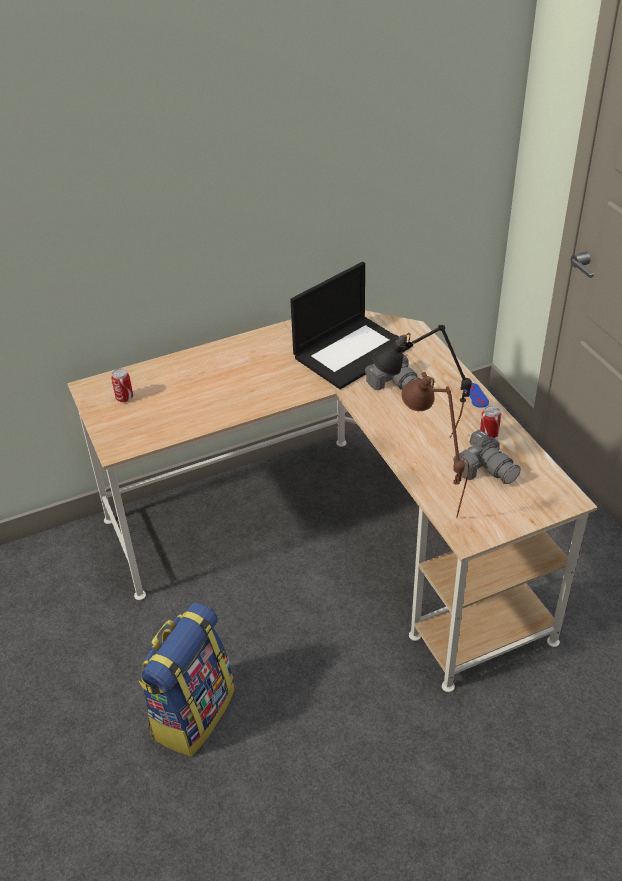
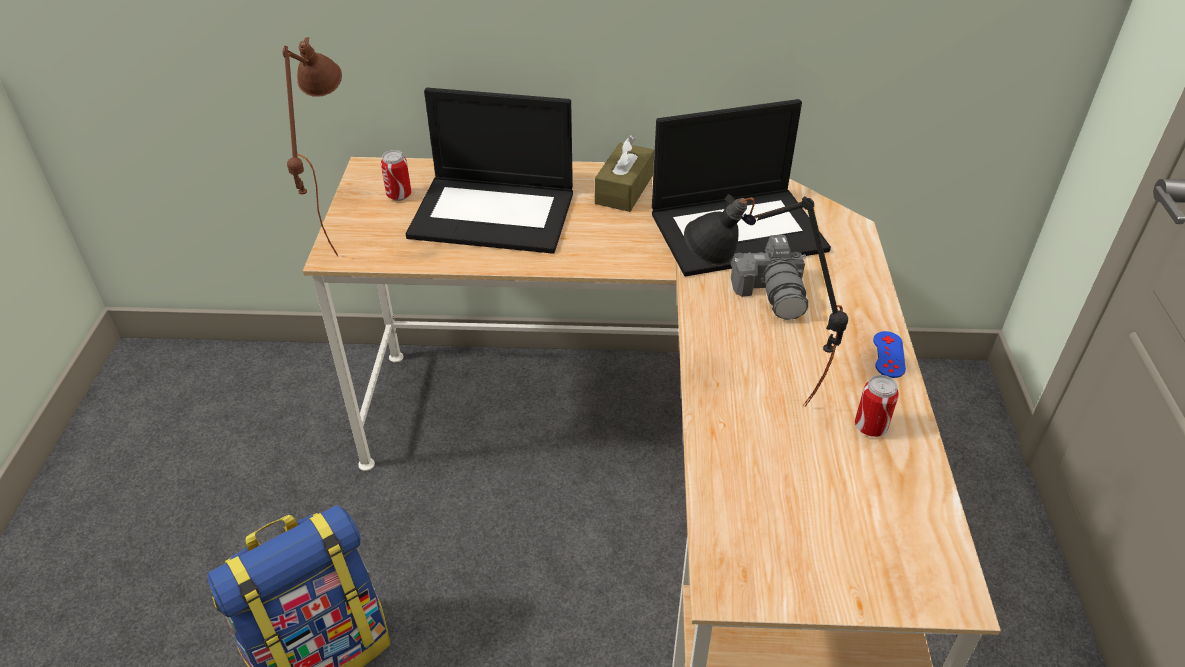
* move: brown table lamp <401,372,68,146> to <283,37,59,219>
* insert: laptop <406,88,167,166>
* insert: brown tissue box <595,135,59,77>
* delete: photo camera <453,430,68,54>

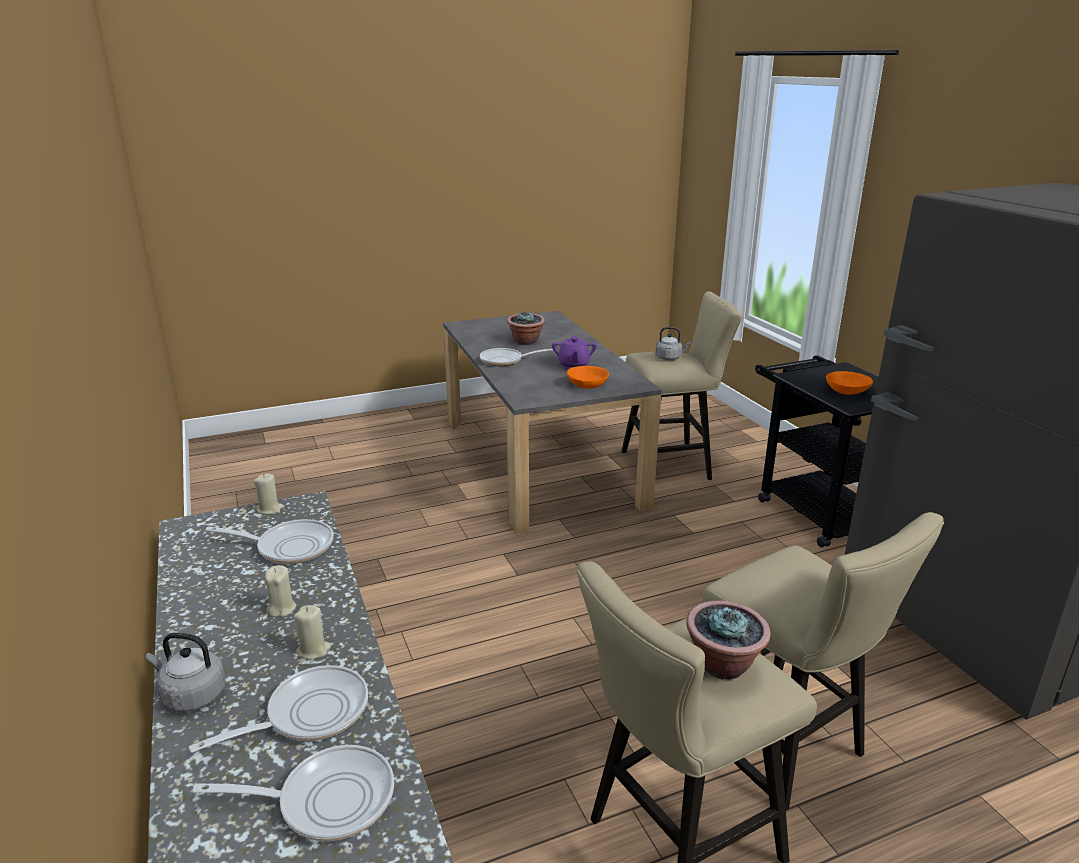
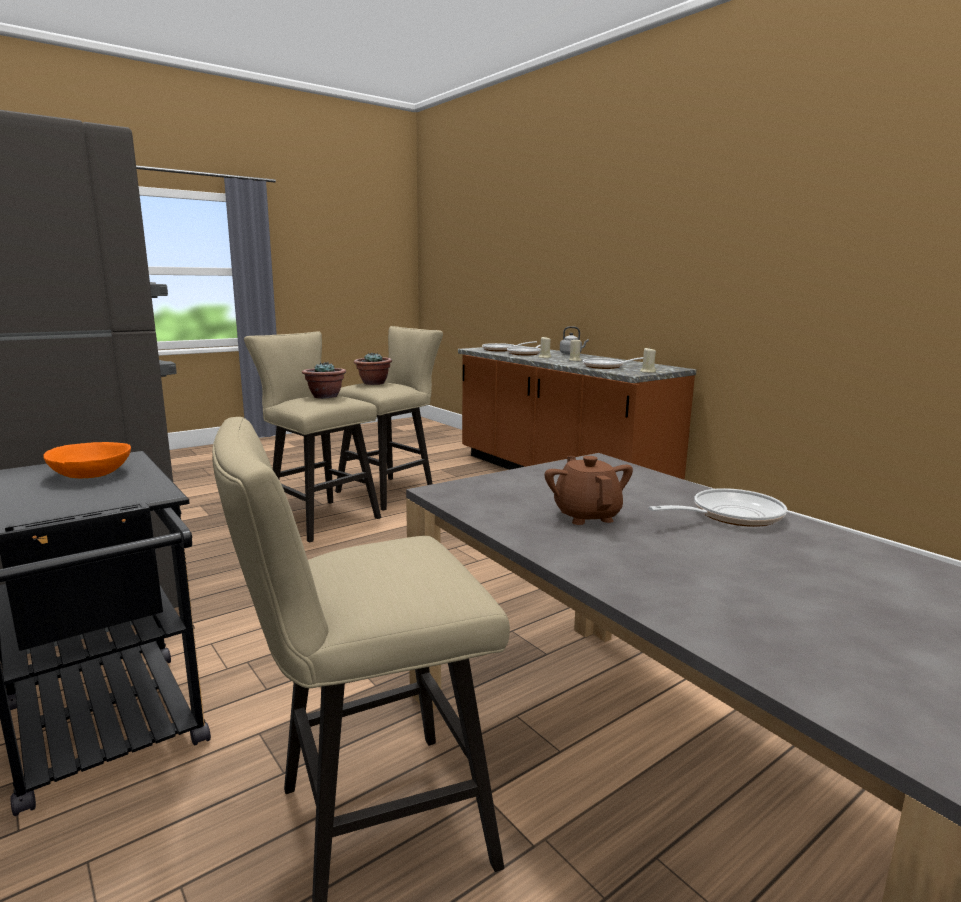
* move: potted plant <507,312,38,33> to <302,361,44,38>
* recolor: purple teapot <552,336,45,34> to brown teapot <545,456,88,69>
* delete: orange bowl <567,366,42,23>
* delete: grey kettle <655,327,36,33>

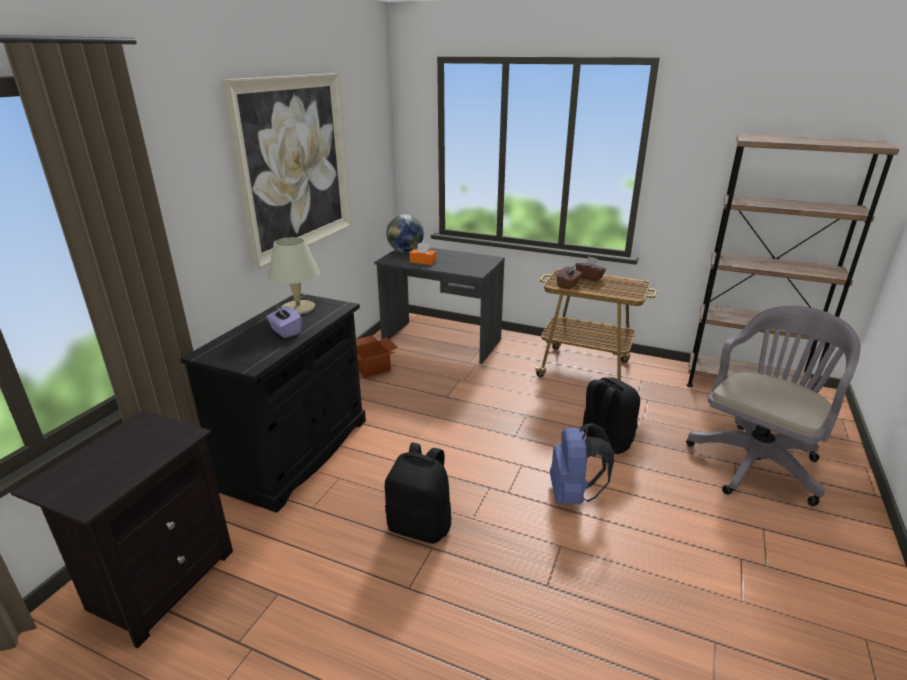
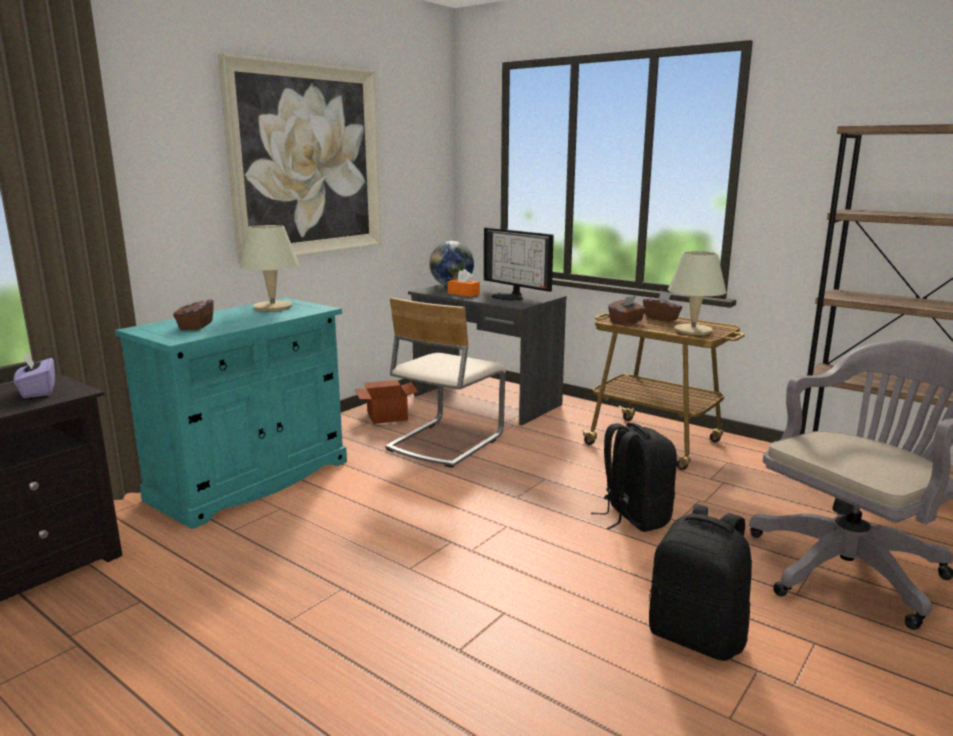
* move: purple tissue box <266,305,36,33> to <14,352,41,46>
* recolor: black cabinet <180,294,186,218> to turquoise cabinet <115,298,232,231>
* insert: brown tissue box <173,292,41,38>
* insert: beige chair <385,298,121,170>
* insert: monitor <484,228,70,72>
* move: black backpack <385,443,66,101> to <649,504,103,157>
* insert: beige table lamp <668,251,58,84>
* delete: blue backpack <550,423,65,81>

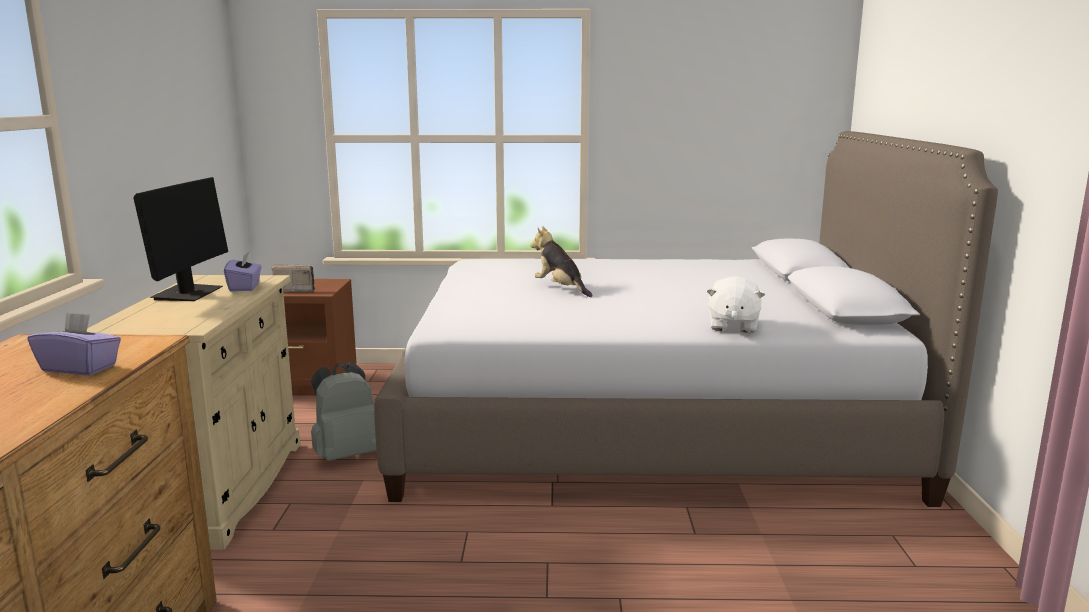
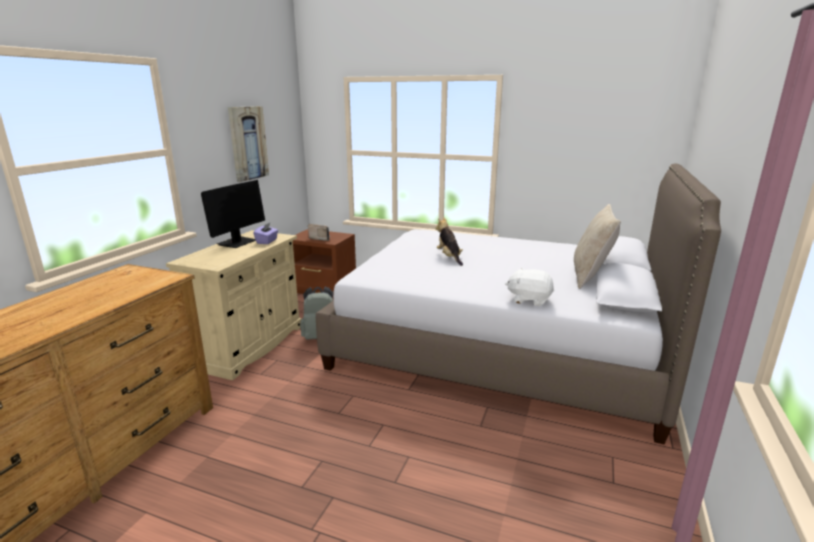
* insert: picture <228,106,41,76>
* rotate: white plush toy <707,276,58,57> = <505,268,49,38> 75 degrees clockwise
* insert: beige pillow <574,204,47,85>
* delete: purple tissue box <28,312,93,63>

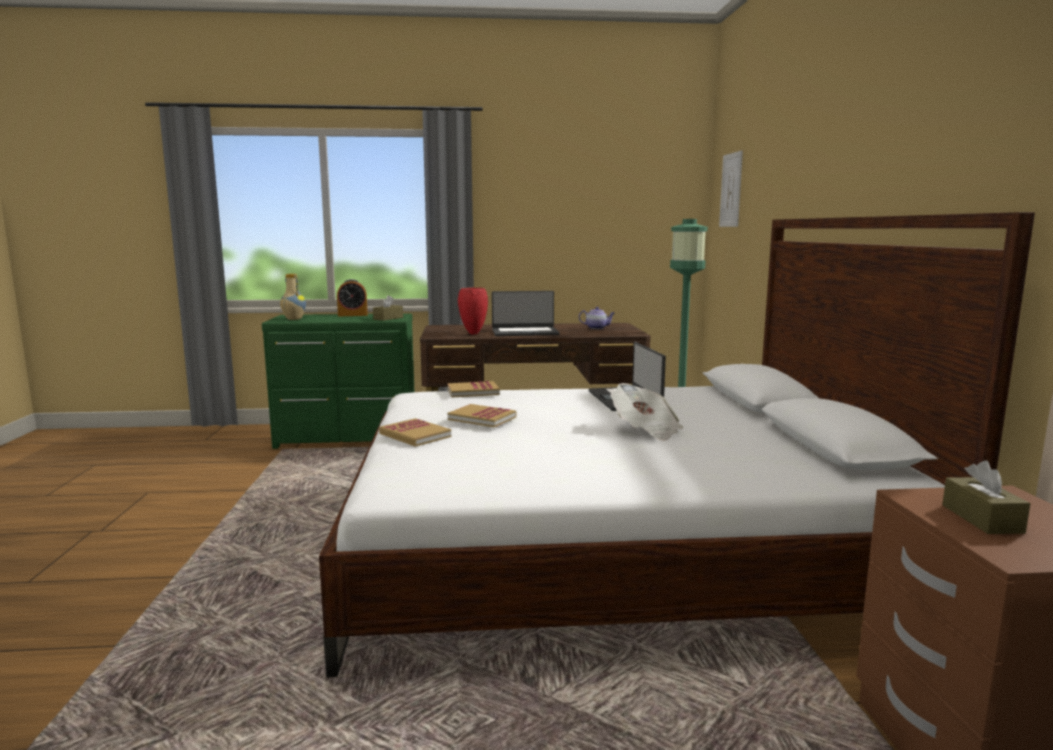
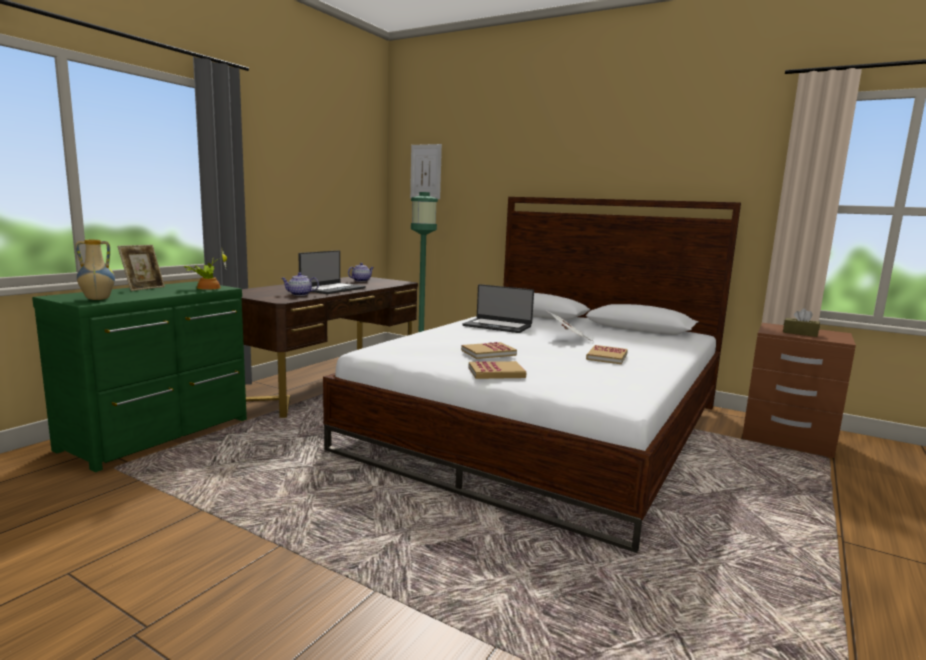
* replace: alarm clock <337,279,31,37> to picture frame <117,245,48,46>
* replace: brown tissue box <373,295,30,26> to potted plant <184,247,43,43>
* replace: red vase <458,287,30,47> to teapot <281,273,38,23>
* move: book <448,381,52,16> to <586,345,42,19>

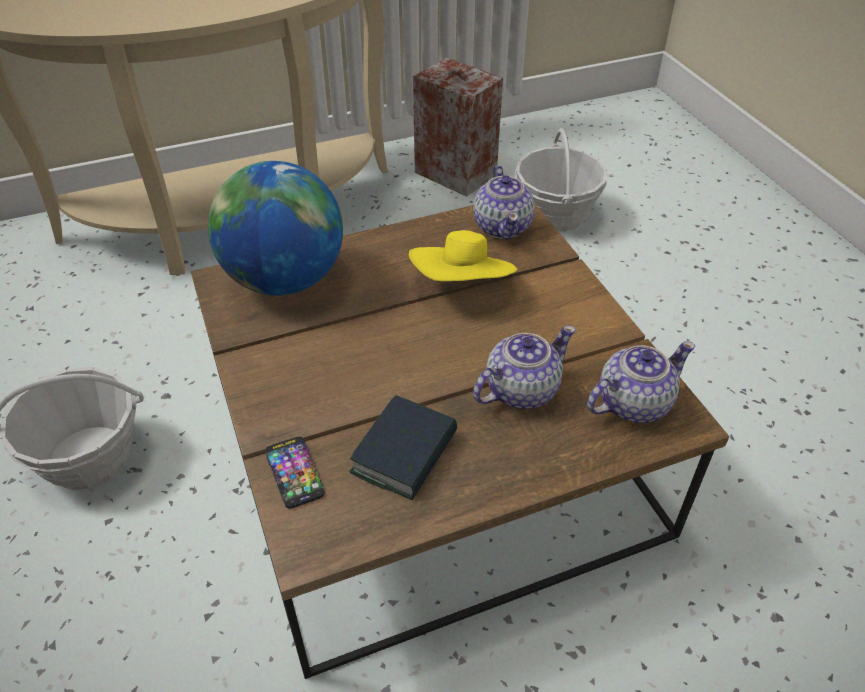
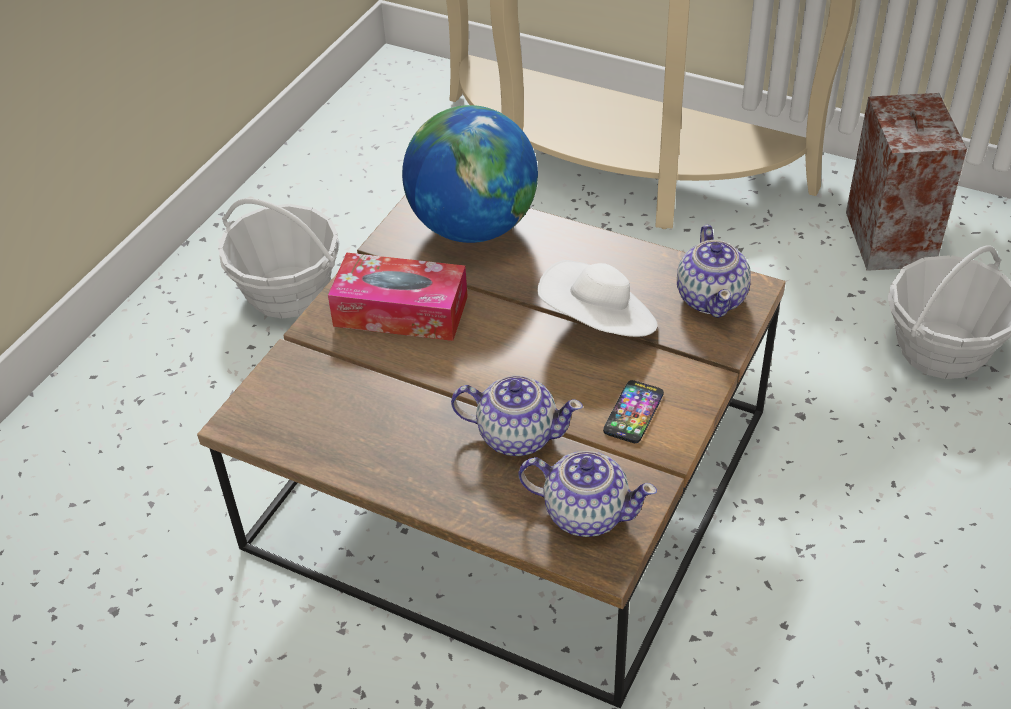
* insert: tissue box <328,253,140,88>
* recolor: yellow hat <409,230,108,51> to white hat <537,260,120,77>
* move: phone <265,437,60,72> to <603,380,61,63>
* rotate: teapot <473,166,62,74> = <677,225,74,93> 45 degrees counterclockwise
* delete: book <349,395,108,105>

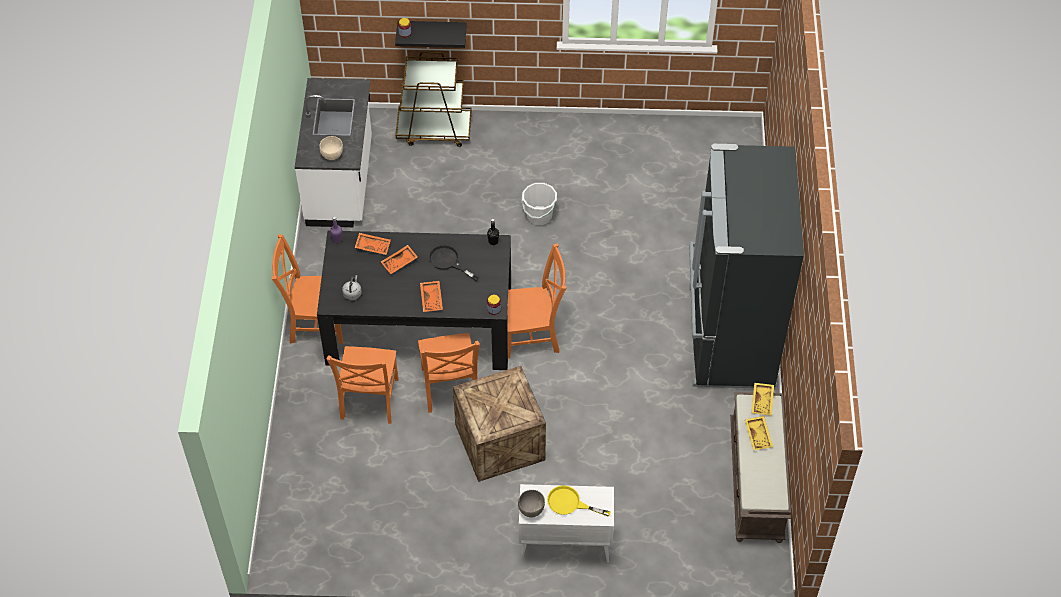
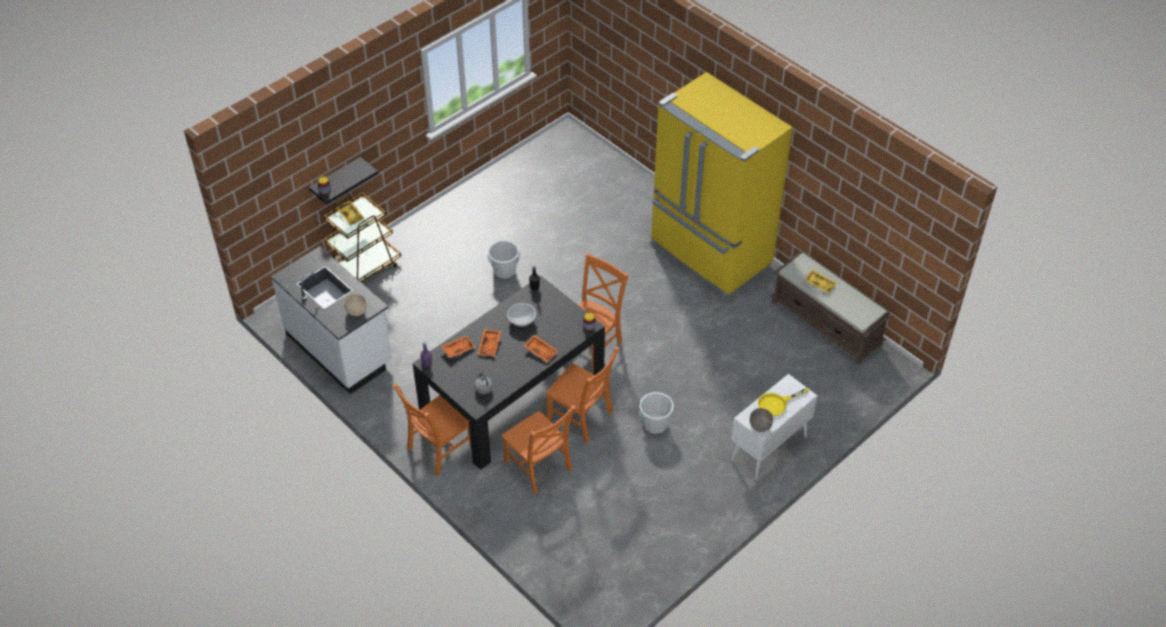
* move: yellow tray <752,383,22,32> to <336,201,29,25>
* replace: black frying pan <429,245,50,36> to white bowl <507,303,29,24>
* replace: crate <453,366,93,116> to white bucket <639,392,35,42>
* recolor: black fridge <689,144,115,244> to yellow fridge <650,72,143,227>

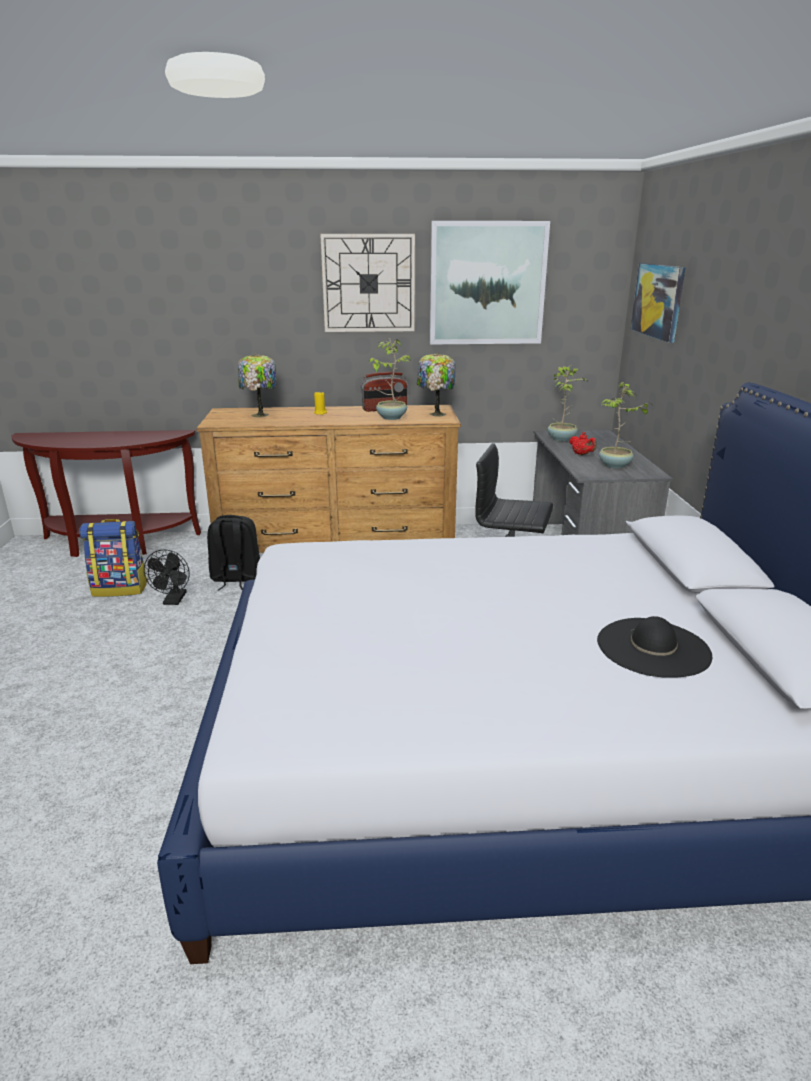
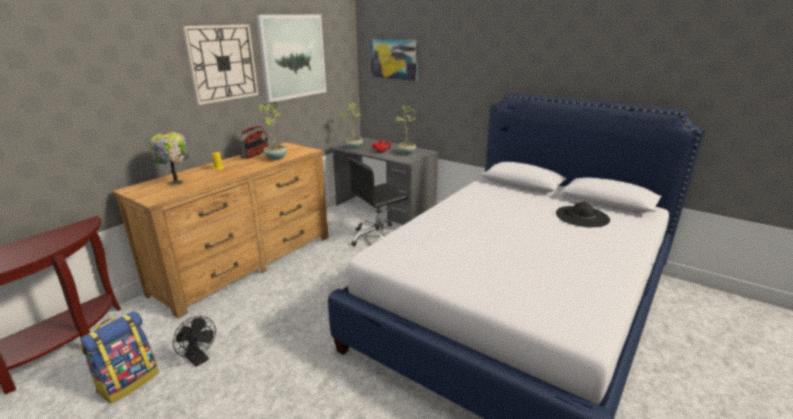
* delete: black backpack <207,515,53,75>
* delete: table lamp <417,353,39,64>

